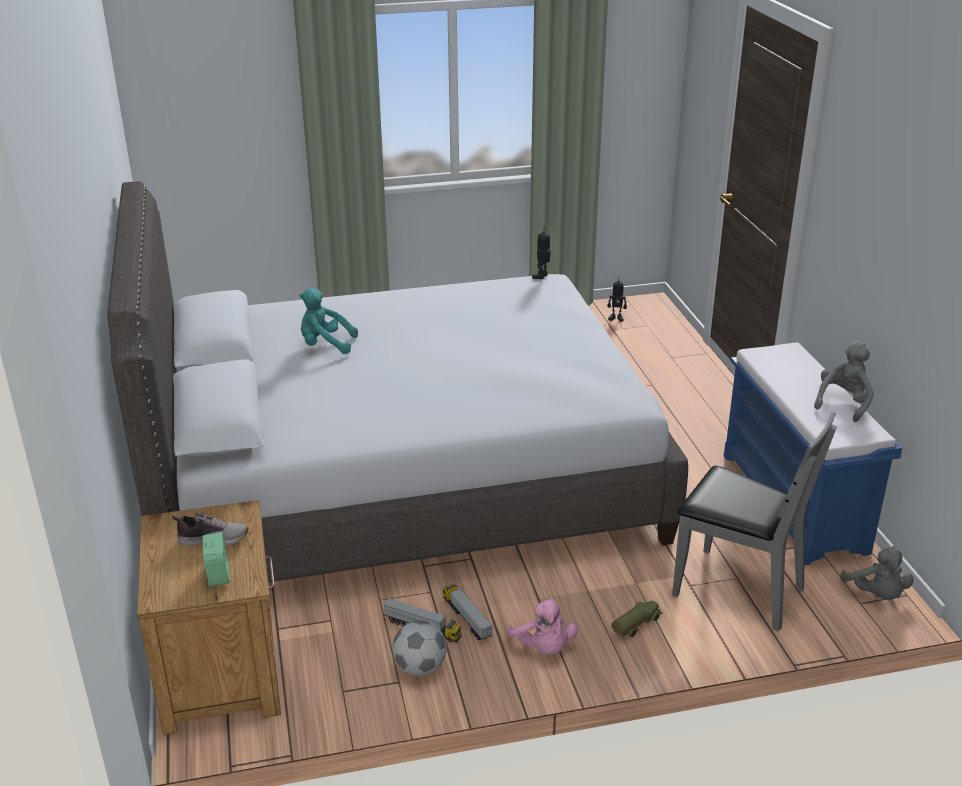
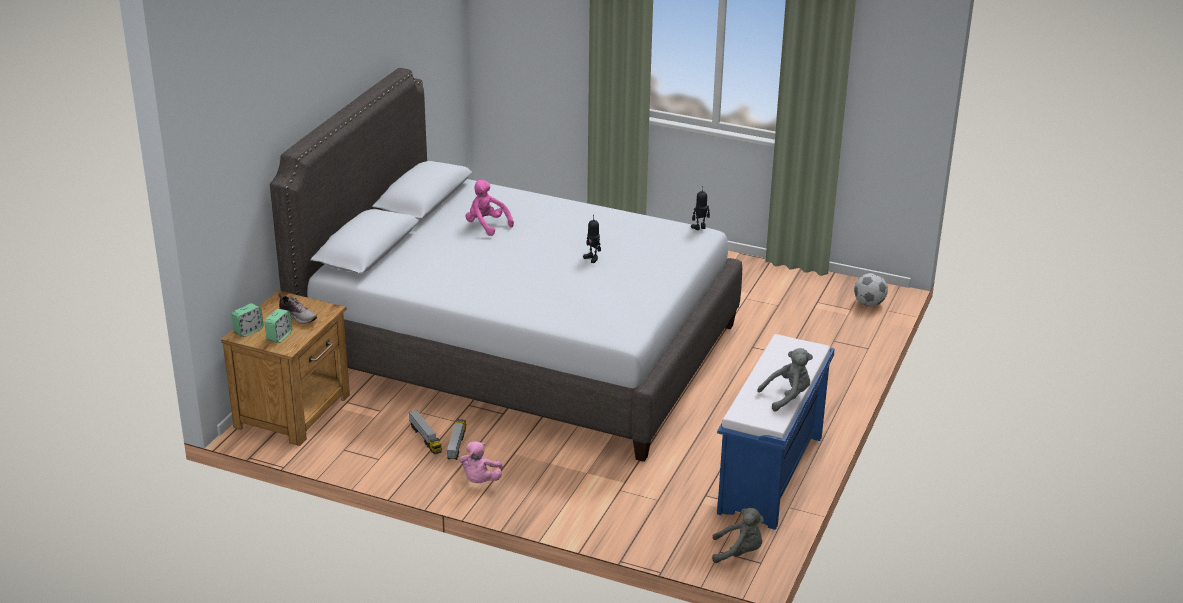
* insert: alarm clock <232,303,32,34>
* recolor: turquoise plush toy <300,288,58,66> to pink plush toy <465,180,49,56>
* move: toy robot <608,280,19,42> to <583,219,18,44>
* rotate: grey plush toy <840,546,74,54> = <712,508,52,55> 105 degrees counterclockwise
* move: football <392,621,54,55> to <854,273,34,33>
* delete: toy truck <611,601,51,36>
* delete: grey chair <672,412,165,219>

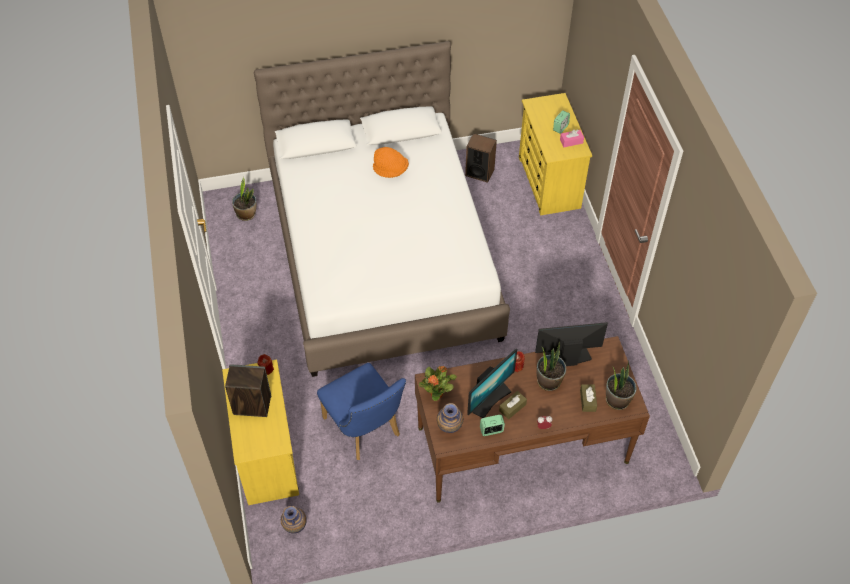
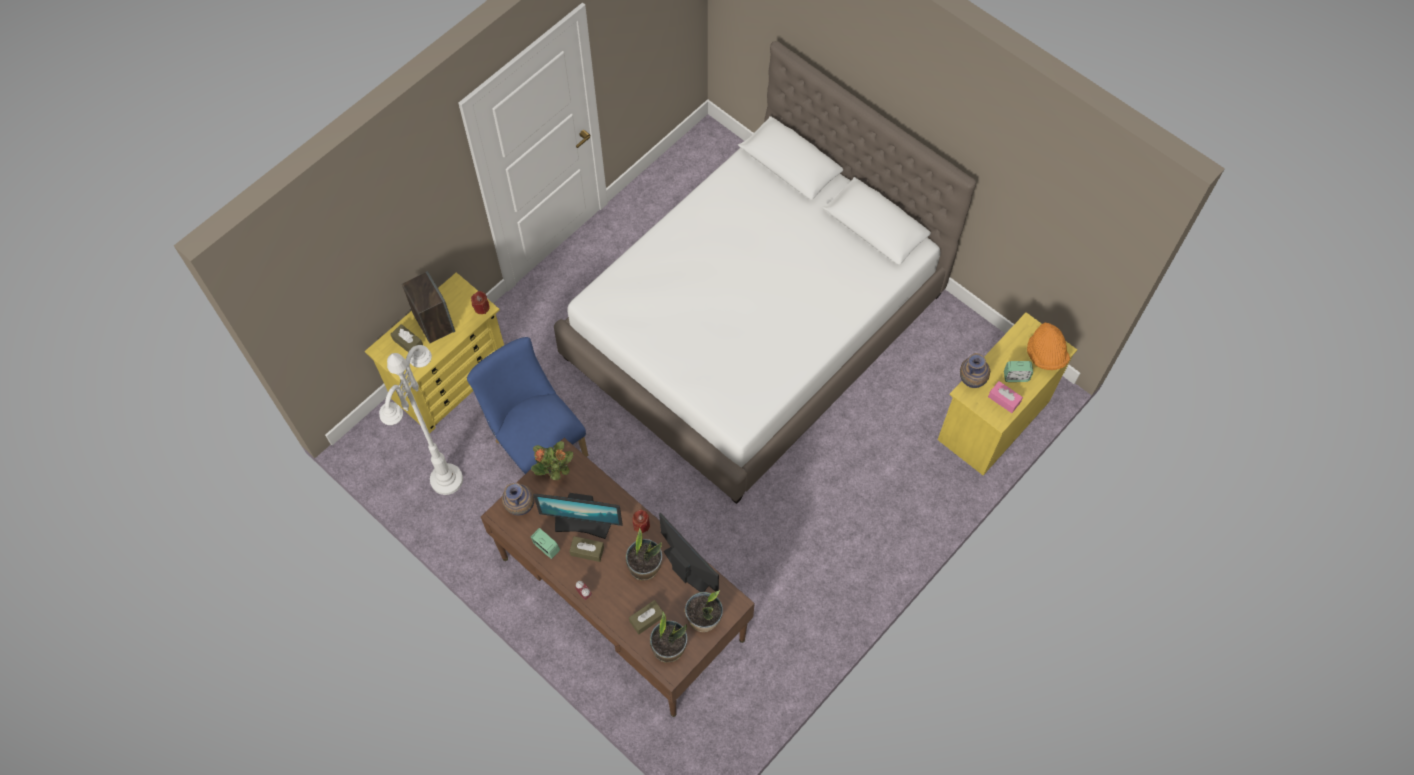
* insert: white floor lamp <379,345,84,150>
* insert: brown tissue box <390,324,33,28>
* rotate: blue chair <317,363,89,97> = <467,337,121,137> 120 degrees clockwise
* move: potted plant <232,177,24,44> to <685,590,38,42>
* move: vase <281,506,25,28> to <960,353,30,35>
* move: orange hat <373,147,36,31> to <1027,323,43,47>
* delete: speaker <465,133,32,50>

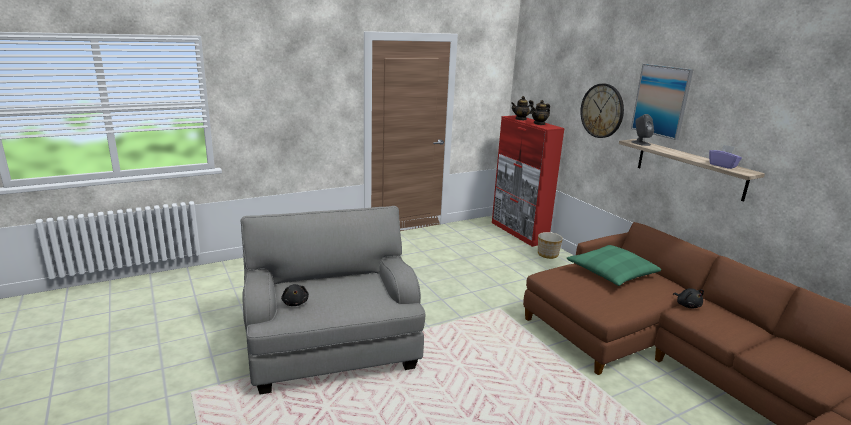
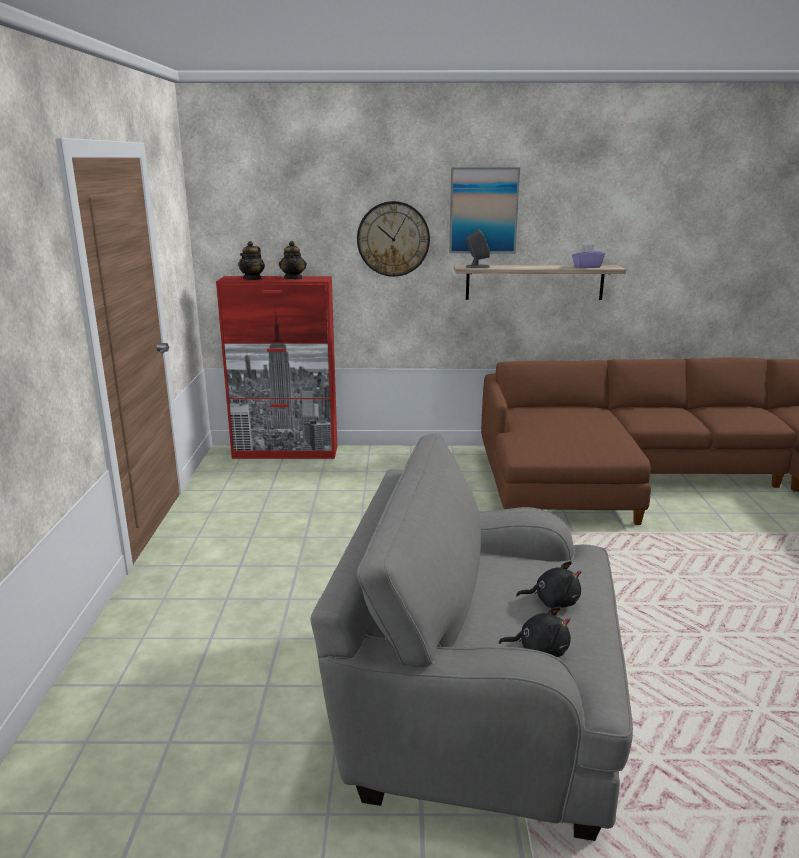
* move: black plush toy <673,288,31,20> to <516,561,65,47>
* delete: planter <538,232,25,27>
* delete: green pillow <566,245,95,41>

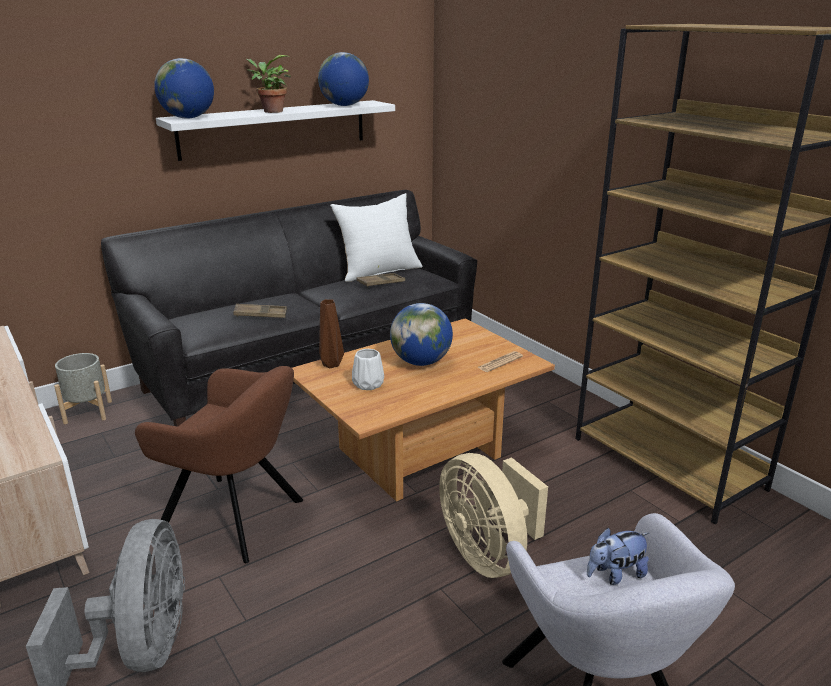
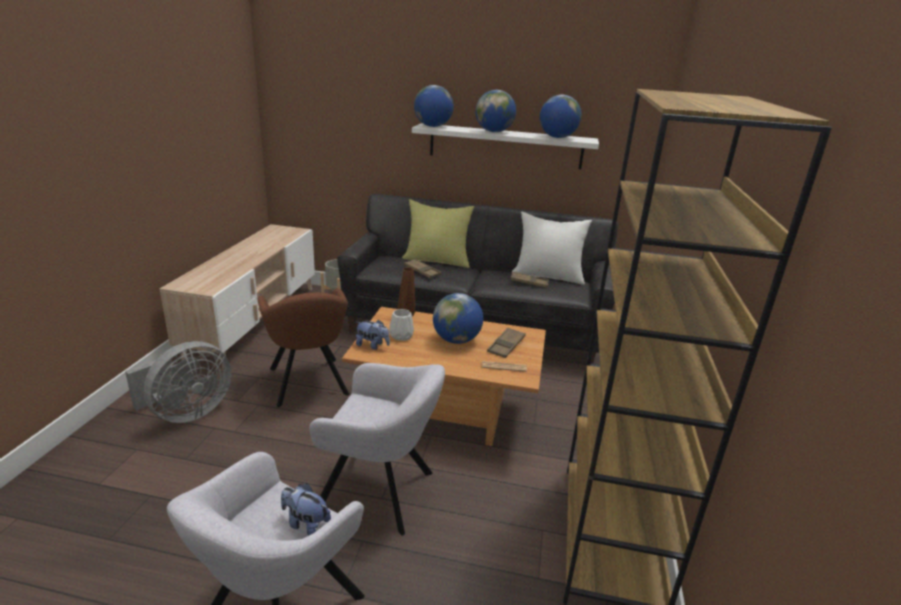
* replace: beige fan <439,453,109,125> to grey armchair <309,363,136,173>
* insert: plush toy <356,319,34,31>
* insert: yellow pillow <402,199,72,69>
* replace: potted plant <246,55,45,58> to globe <476,90,40,42>
* insert: brown tray <487,327,39,31>

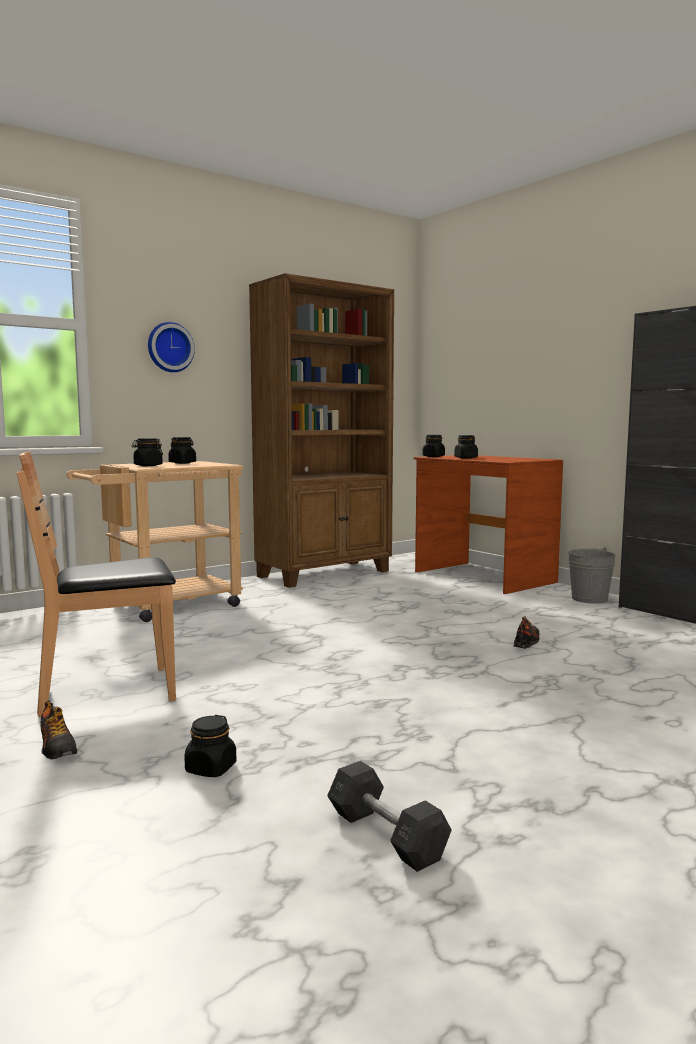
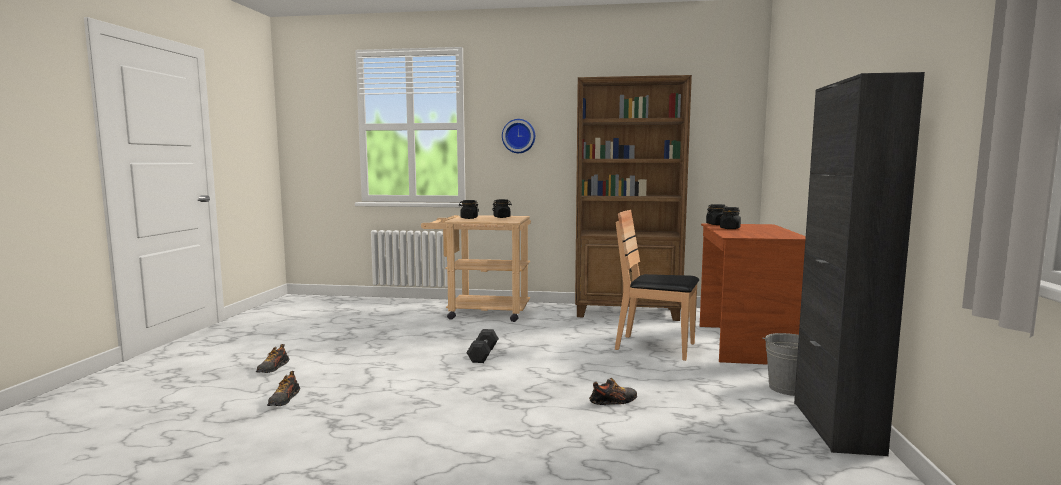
* replace: black jar <184,715,53,62> to shoe <267,371,33,35>
* move: grey dumbbell <327,761,125,111> to <466,329,33,34>
* move: brown chair <16,451,160,266> to <615,210,84,151>

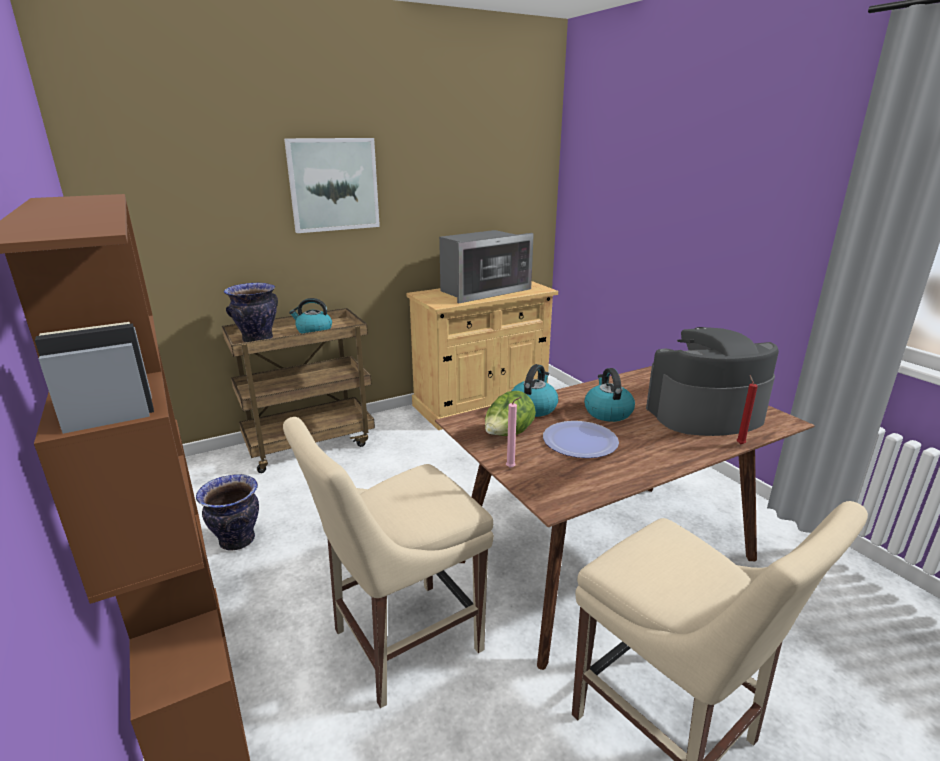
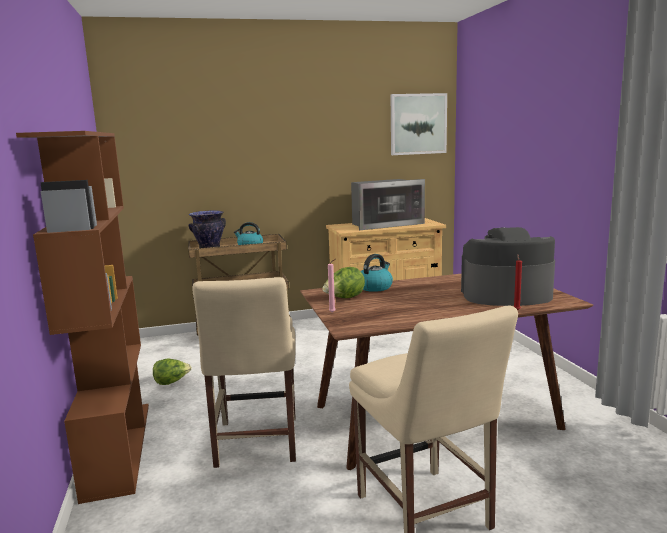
* replace: vase <196,474,63,77> to lettuce <153,358,39,27>
* rotate: beige chair <283,417,211,291> = <193,277,103,191> 75 degrees counterclockwise
* move: picture <284,138,96,95> to <391,93,56,62>
* delete: plate <543,421,76,37>
* delete: kettle <584,368,51,54>

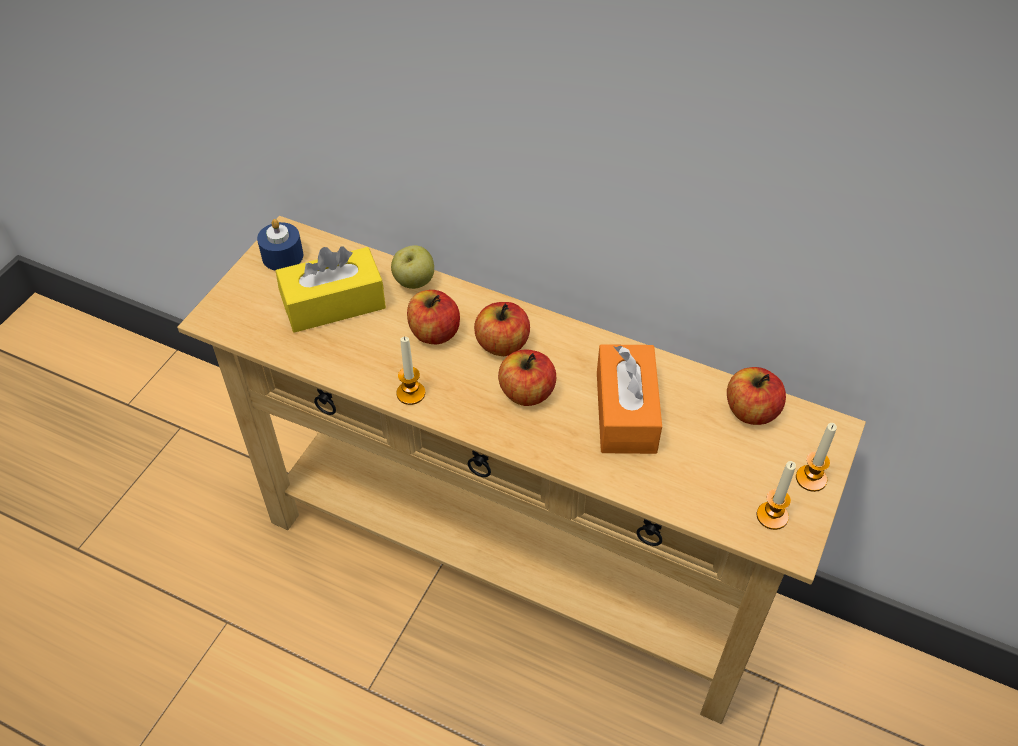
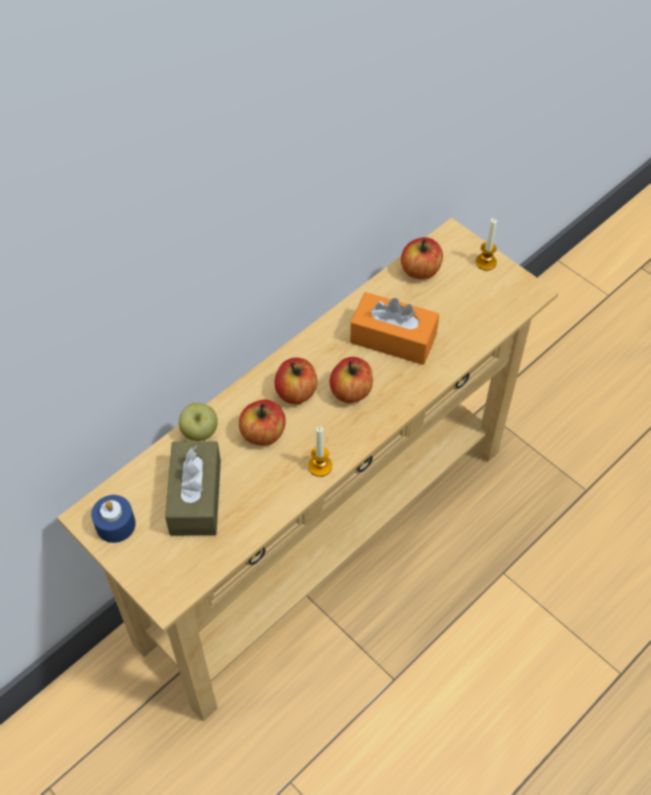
* recolor: yellow tissue box <276,246,110,87> to brown tissue box <165,441,56,95>
* delete: candle <756,461,40,69>

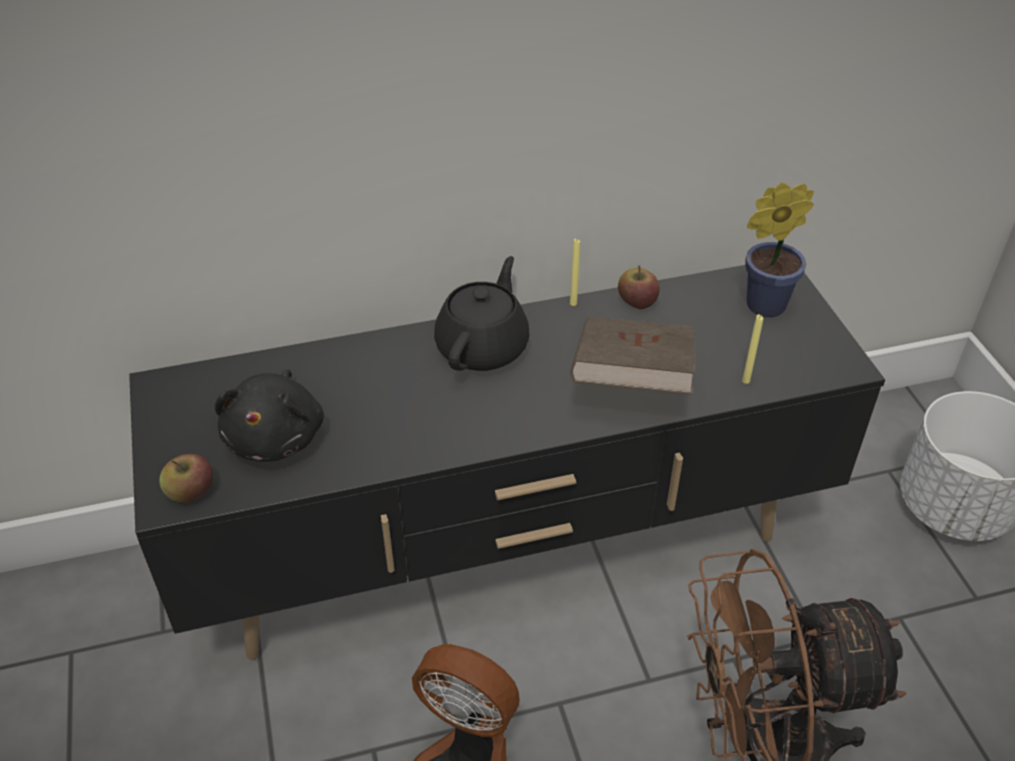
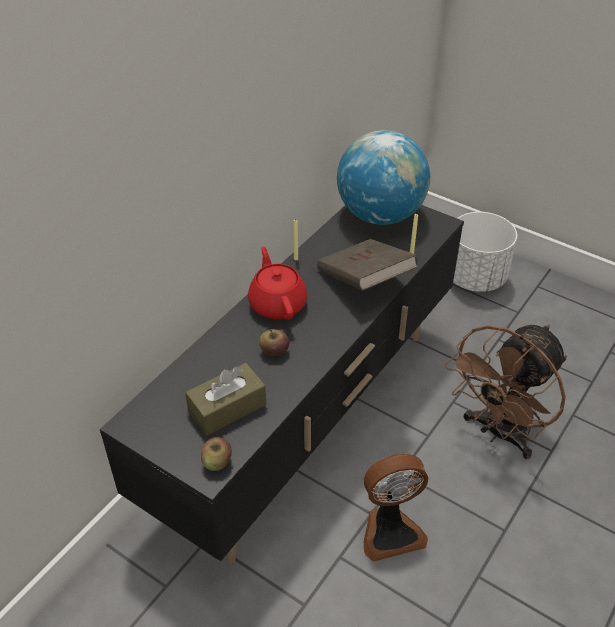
* replace: black plush toy <215,369,109,93> to brown tissue box <185,363,81,73>
* recolor: black teapot <434,256,95,115> to red teapot <248,247,59,73>
* move: apple <618,265,42,44> to <259,329,30,27>
* replace: potted plant <745,183,69,134> to globe <337,130,93,95>

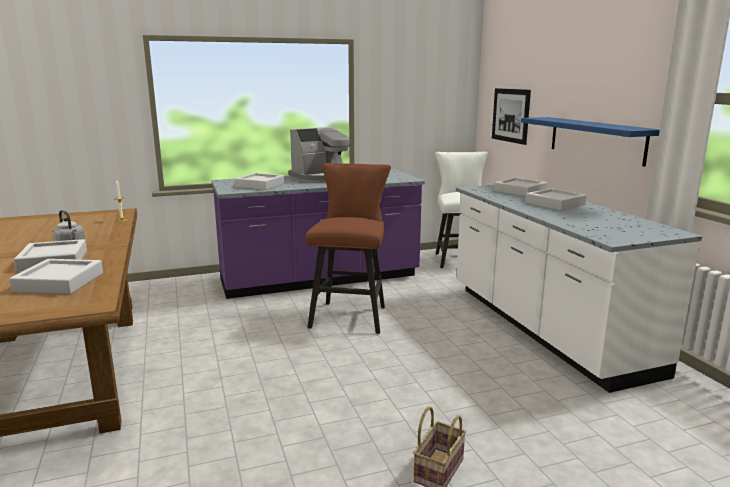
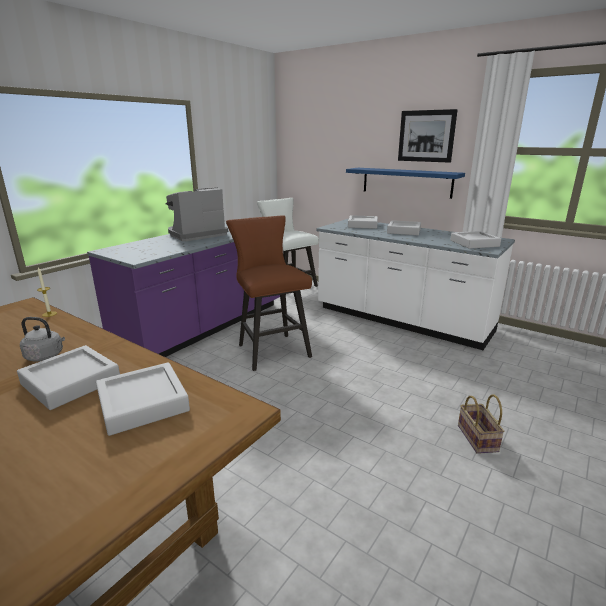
* rotate: coffee machine <288,127,63,56> = <166,187,62,54> 150 degrees counterclockwise
* move: picture <492,88,39,57> to <398,109,60,54>
* move: grey tray <234,173,51,17> to <450,231,51,18>

